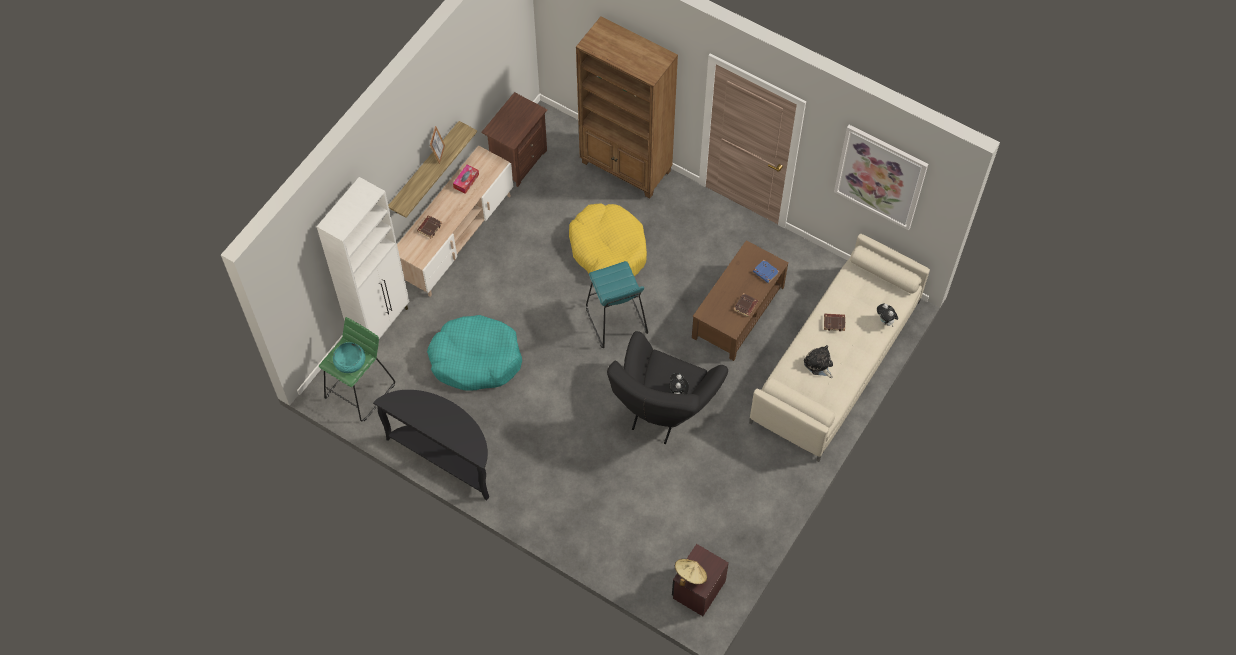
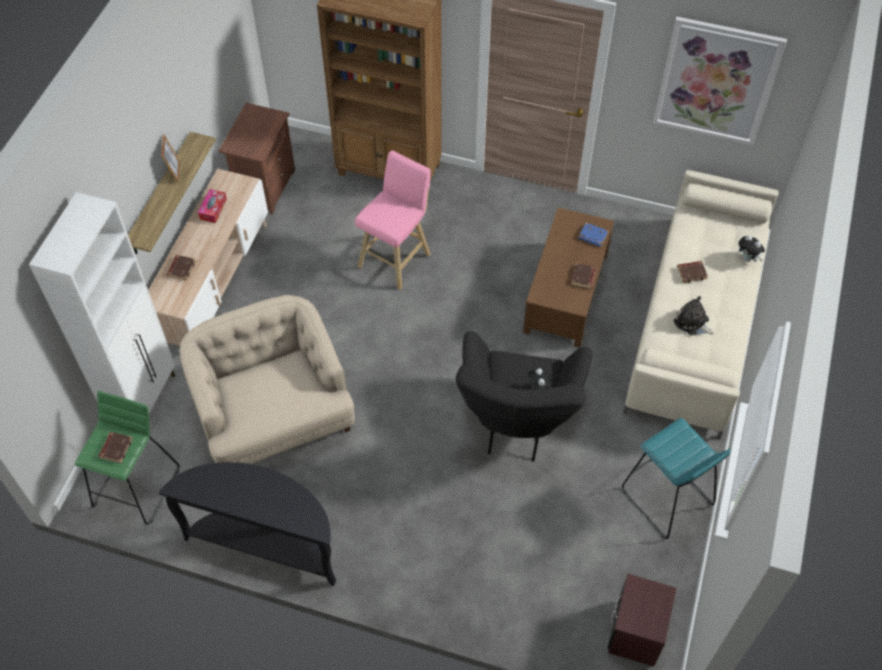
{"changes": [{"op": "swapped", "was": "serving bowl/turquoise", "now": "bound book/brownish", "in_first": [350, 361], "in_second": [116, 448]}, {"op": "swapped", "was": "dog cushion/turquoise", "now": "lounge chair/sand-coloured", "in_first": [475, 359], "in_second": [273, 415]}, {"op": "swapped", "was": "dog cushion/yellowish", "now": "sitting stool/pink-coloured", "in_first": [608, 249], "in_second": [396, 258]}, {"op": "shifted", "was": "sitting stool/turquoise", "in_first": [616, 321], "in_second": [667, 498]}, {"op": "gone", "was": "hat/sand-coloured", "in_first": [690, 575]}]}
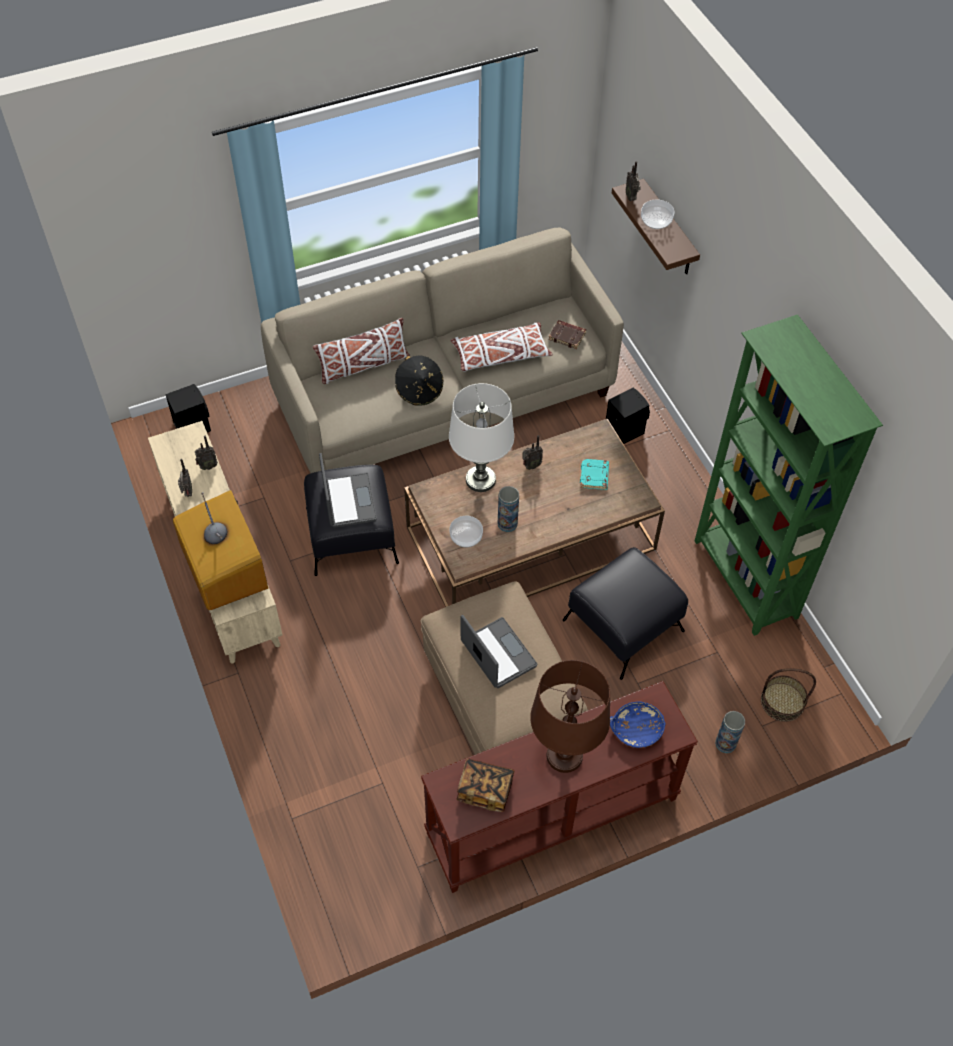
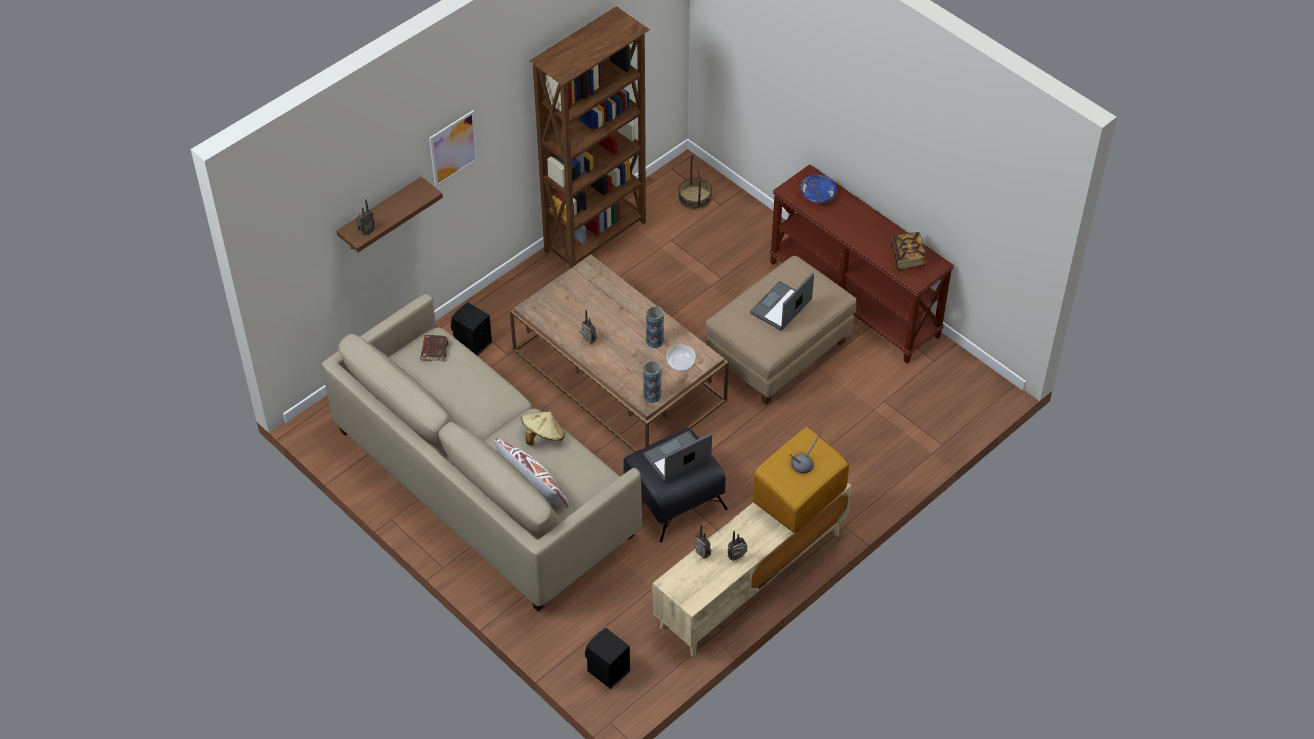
{"changes": [{"op": "new", "now": "wall art", "in_second": [453, 148]}, {"op": "repainted", "was": "hat/black-coloured", "now": "hat/sand-coloured", "in_first": [419, 390], "in_second": [543, 436]}, {"op": "repainted", "was": "bookcase/green-coloured", "now": "bookcase/brownish", "in_first": [744, 580], "in_second": [596, 237]}, {"op": "shifted", "was": "vase", "in_first": [725, 743], "in_second": [652, 396]}, {"op": "gone", "was": "lamp for a table/white-coloured", "in_first": [480, 480]}, {"op": "gone", "was": "pillow/white-coloured", "in_first": [500, 355]}, {"op": "gone", "was": "lamp for a table/brownish", "in_first": [564, 756]}, {"op": "gone", "was": "footrest/black-coloured", "in_first": [622, 625]}, {"op": "gone", "was": "bound book/turquoise", "in_first": [594, 476]}, {"op": "gone", "was": "serving bowl", "in_first": [656, 221]}]}
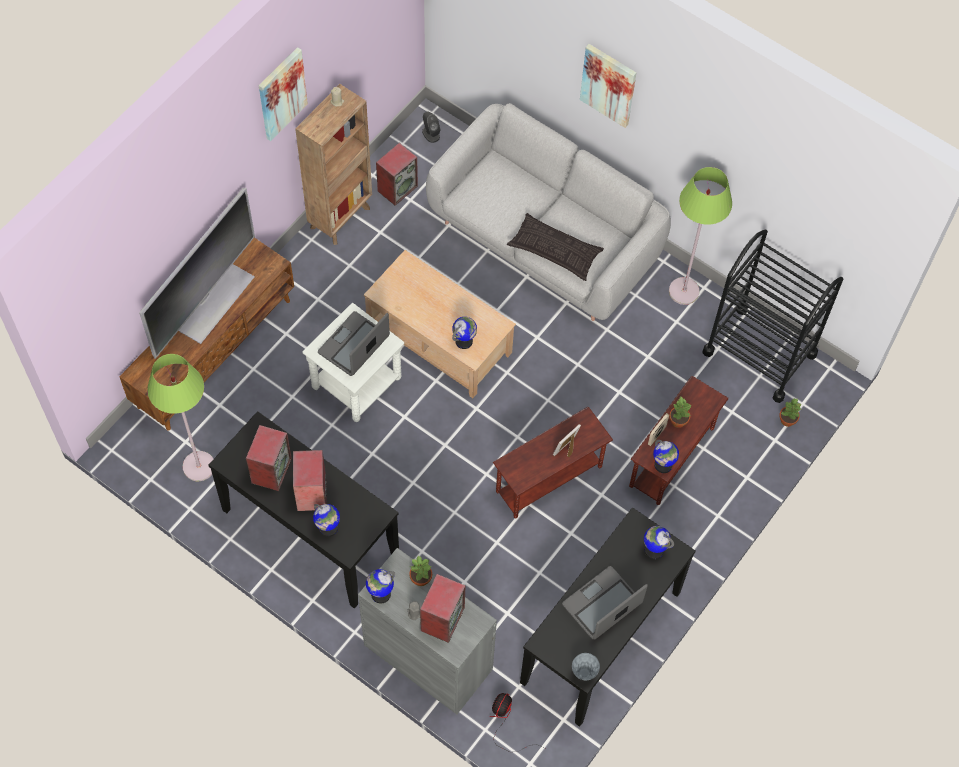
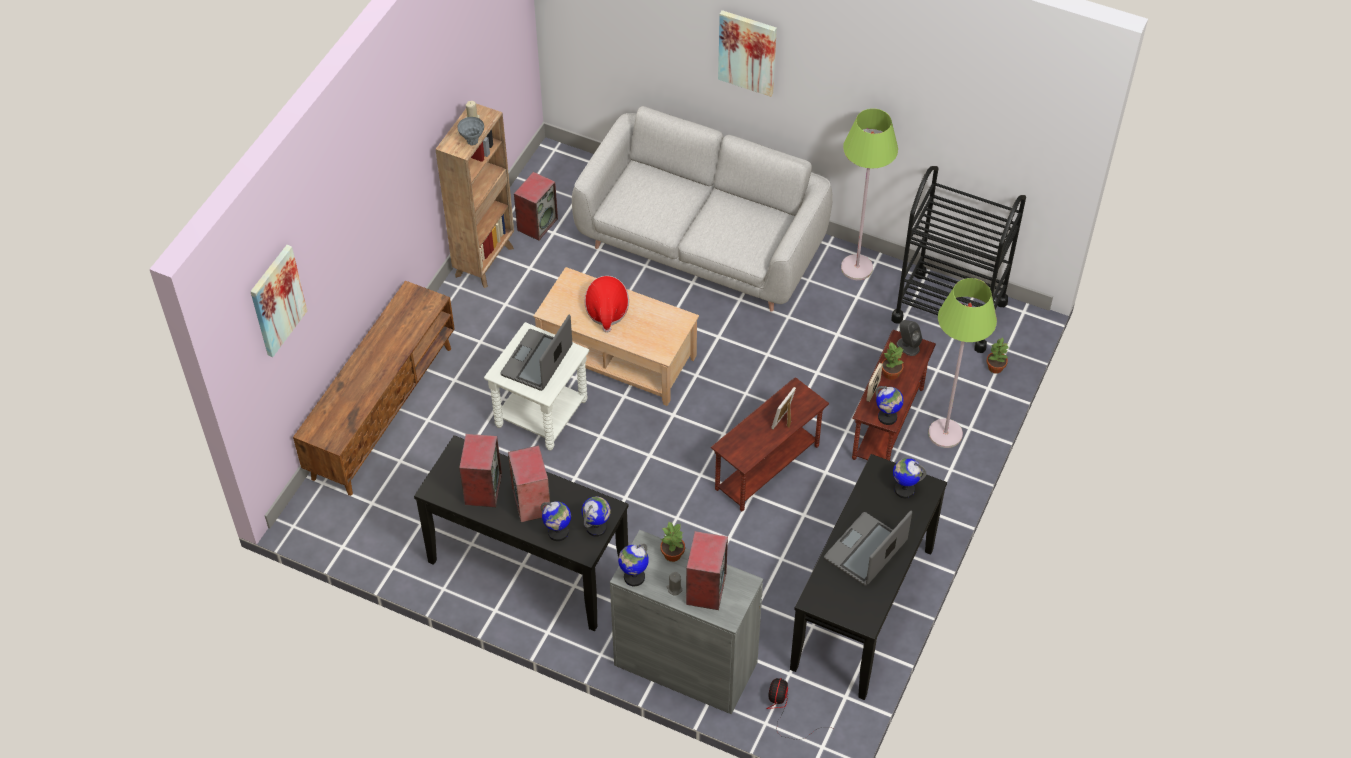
{"changes": [{"op": "shifted", "was": "wall art", "in_first": [281, 93], "in_second": [277, 300]}, {"op": "shifted", "was": "vase/grey", "in_first": [584, 673], "in_second": [472, 142]}, {"op": "shifted", "was": "desk globe", "in_first": [464, 341], "in_second": [596, 527]}, {"op": "new", "now": "hat", "in_second": [607, 311]}, {"op": "shifted", "was": "speaker/grey", "in_first": [430, 134], "in_second": [907, 346]}, {"op": "shifted", "was": "standing lamp/green-coloured", "in_first": [198, 466], "in_second": [945, 434]}, {"op": "gone", "was": "television", "in_first": [214, 302]}, {"op": "gone", "was": "pillow", "in_first": [555, 250]}]}
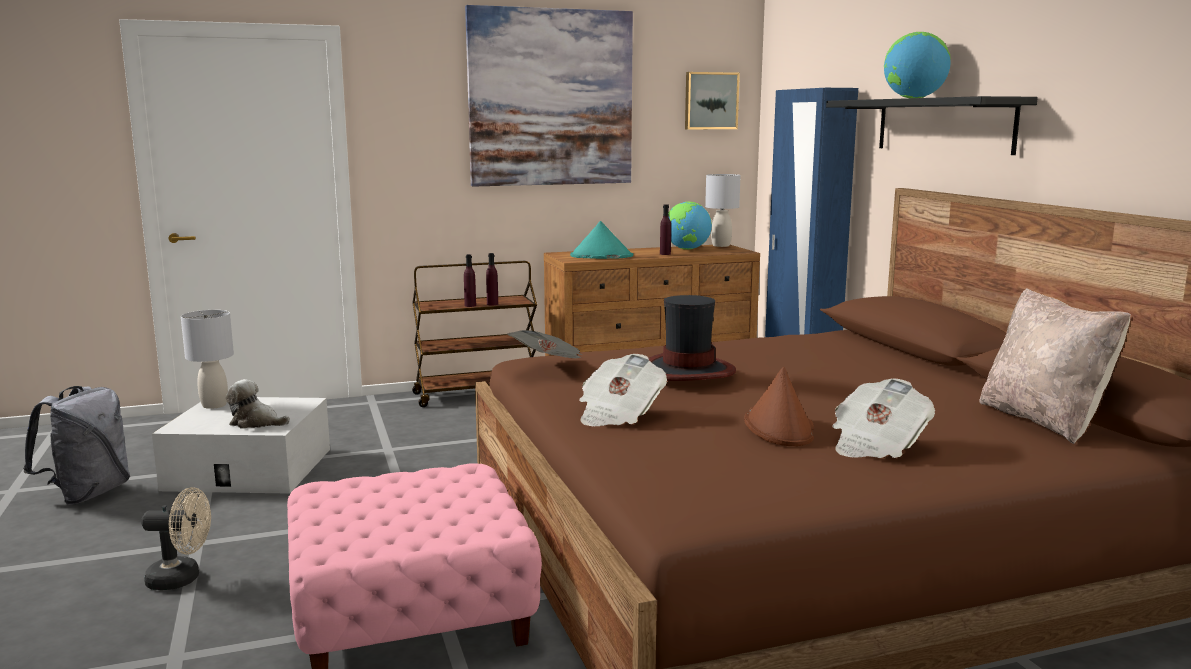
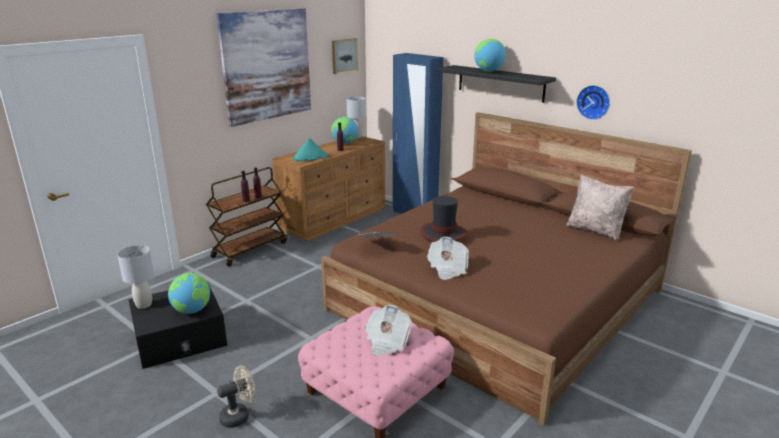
{"changes": [{"op": "repainted", "was": "storage box/white-coloured", "now": "storage box/black-coloured", "in_first": [249, 469], "in_second": [180, 337]}, {"op": "swapped", "was": "cuddly toy", "now": "desk globe", "in_first": [256, 423], "in_second": [192, 310]}, {"op": "shifted", "was": "newspaper", "in_first": [876, 445], "in_second": [387, 342]}, {"op": "new", "now": "hanging clock", "in_second": [594, 102]}, {"op": "gone", "was": "knapsack/grey", "in_first": [88, 494]}, {"op": "gone", "was": "hat/brownish", "in_first": [779, 427]}]}
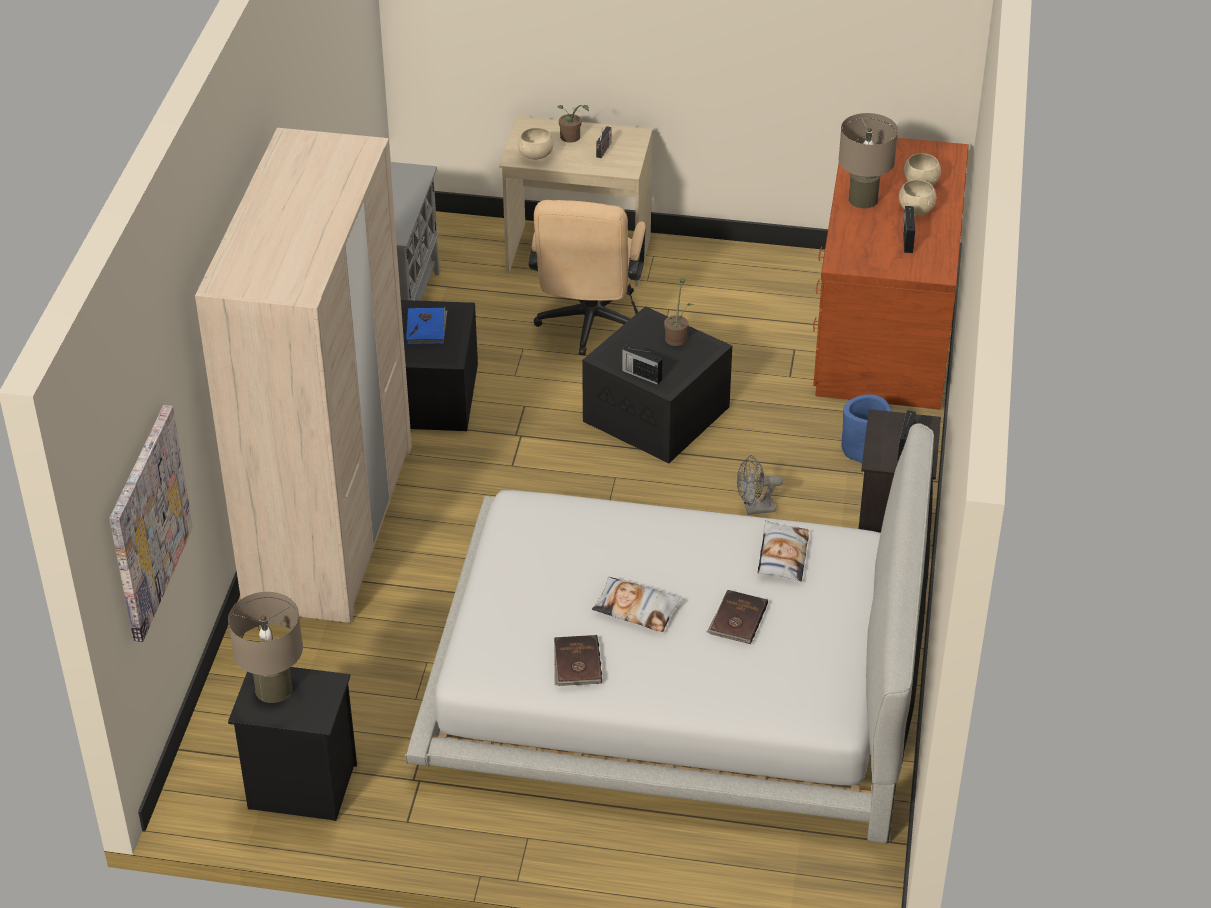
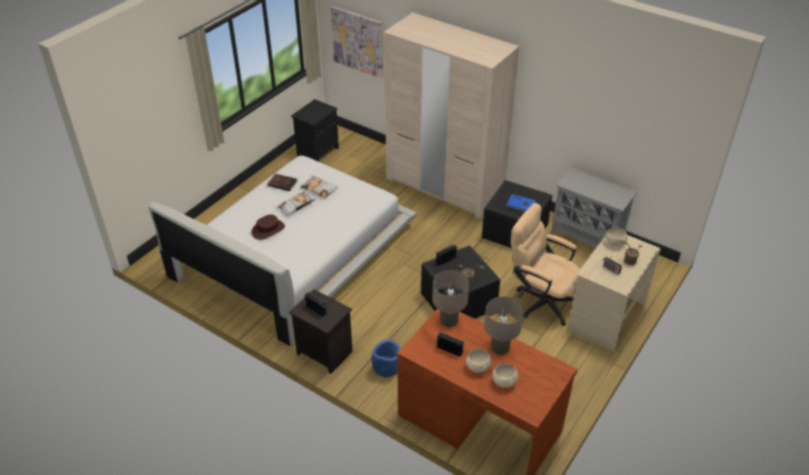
{"changes": [{"op": "swapped", "was": "bound book/brownish", "now": "hat/brownish", "in_first": [737, 619], "in_second": [268, 229]}, {"op": "shifted", "was": "pillow", "in_first": [782, 556], "in_second": [319, 189]}, {"op": "shifted", "was": "lamp for a table/sand-coloured", "in_first": [273, 689], "in_second": [449, 320]}, {"op": "gone", "was": "electric fan/grey", "in_first": [754, 509]}]}
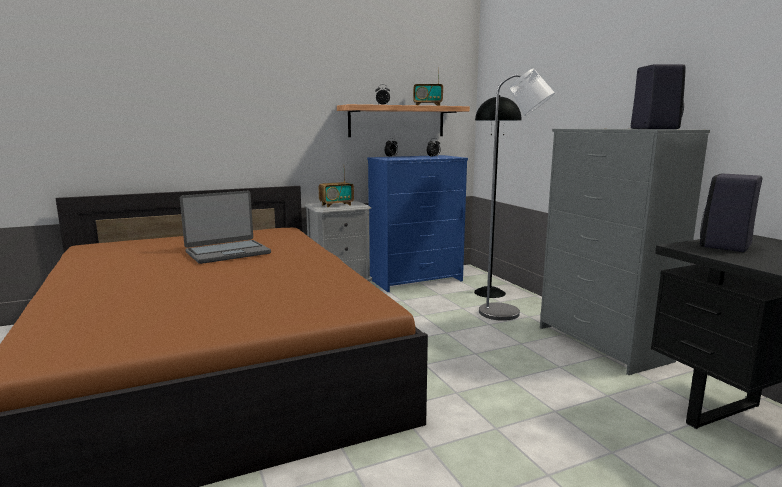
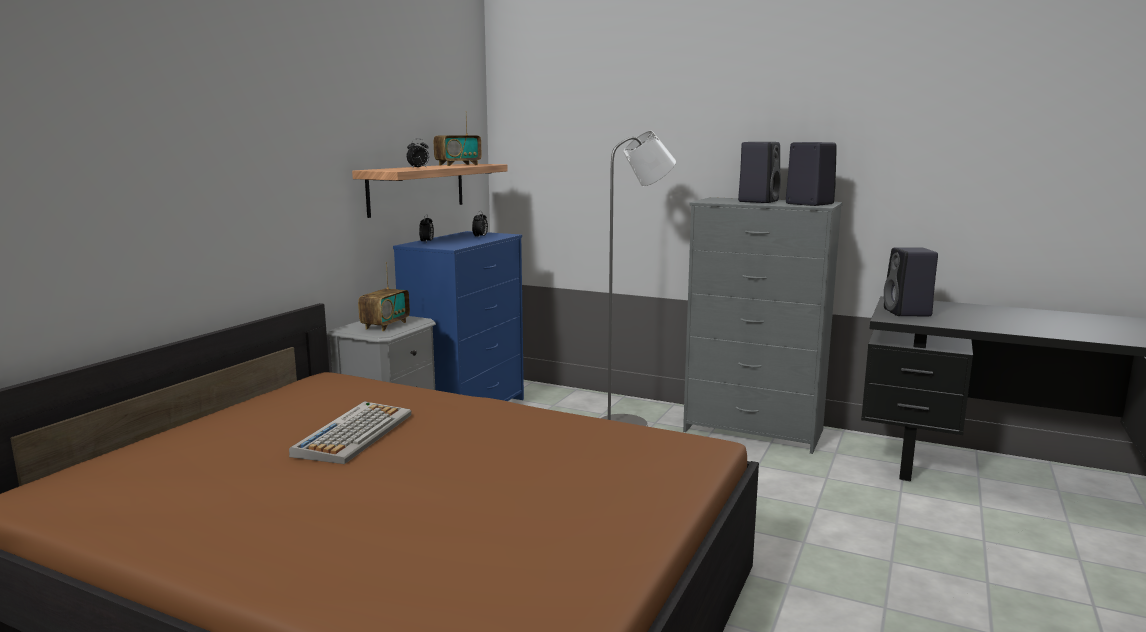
{"changes": [{"op": "swapped", "was": "notebook computer", "now": "computer keyboard", "in_first": [227, 252], "in_second": [354, 434]}, {"op": "new", "now": "speaker/black-coloured", "in_second": [758, 201]}, {"op": "gone", "was": "standing lamp/black-coloured", "in_first": [490, 292]}]}
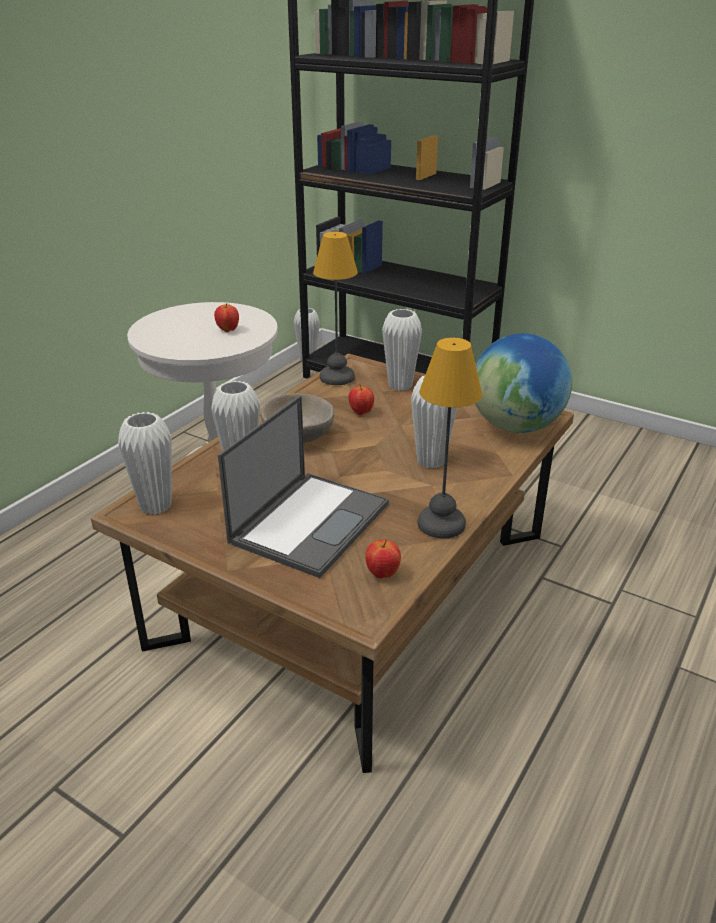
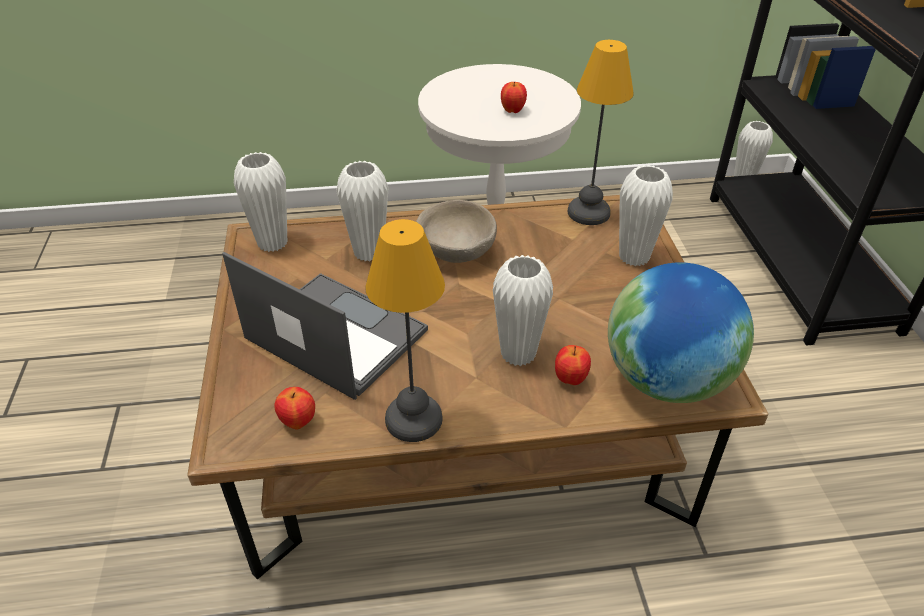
{"changes": [{"op": "rotated", "was": "notebook computer", "in_first": [310, 521], "in_second": [334, 334], "clockwise": -135}, {"op": "shifted", "was": "apple", "in_first": [361, 412], "in_second": [570, 379]}]}
